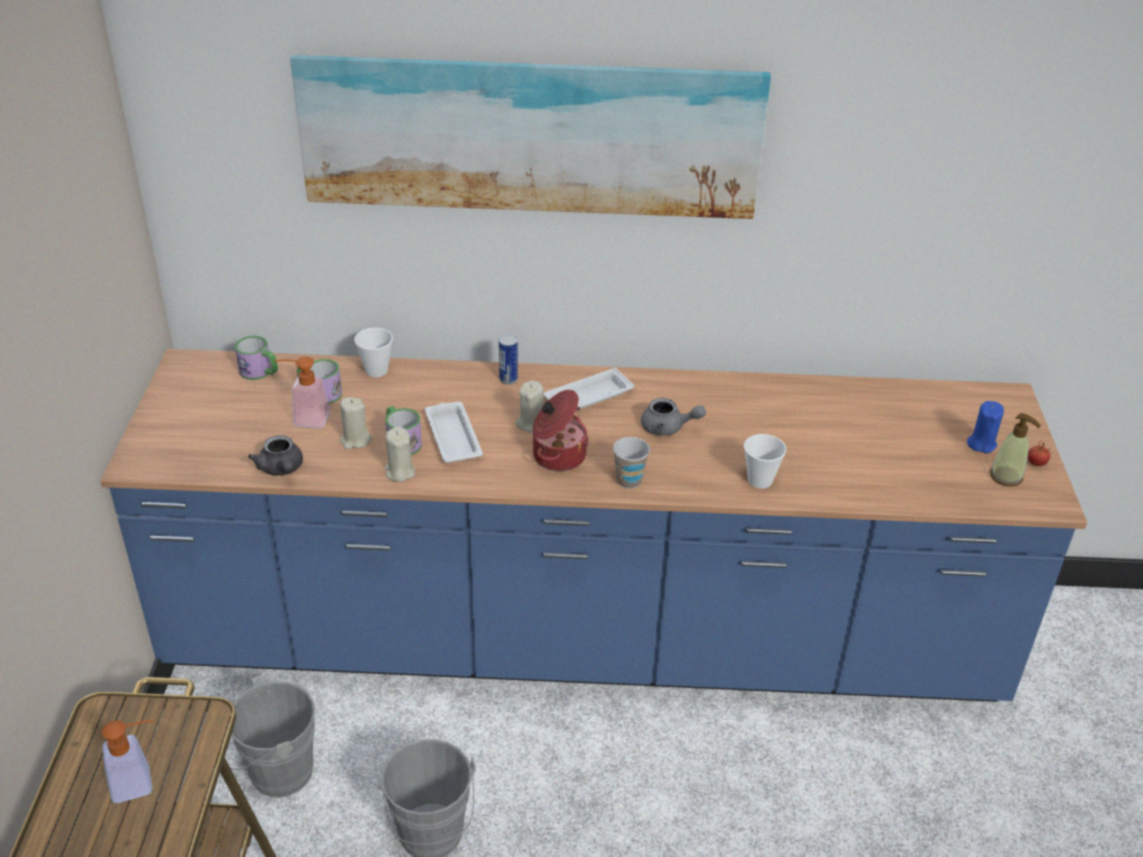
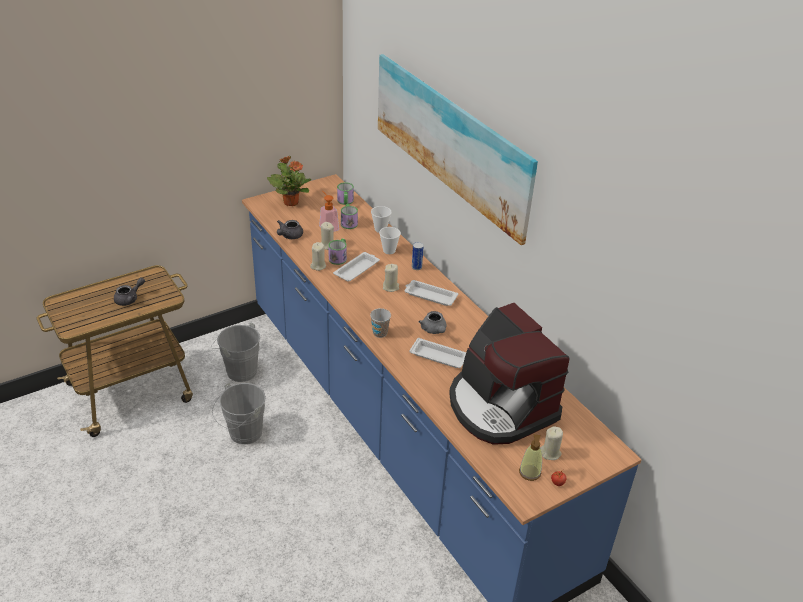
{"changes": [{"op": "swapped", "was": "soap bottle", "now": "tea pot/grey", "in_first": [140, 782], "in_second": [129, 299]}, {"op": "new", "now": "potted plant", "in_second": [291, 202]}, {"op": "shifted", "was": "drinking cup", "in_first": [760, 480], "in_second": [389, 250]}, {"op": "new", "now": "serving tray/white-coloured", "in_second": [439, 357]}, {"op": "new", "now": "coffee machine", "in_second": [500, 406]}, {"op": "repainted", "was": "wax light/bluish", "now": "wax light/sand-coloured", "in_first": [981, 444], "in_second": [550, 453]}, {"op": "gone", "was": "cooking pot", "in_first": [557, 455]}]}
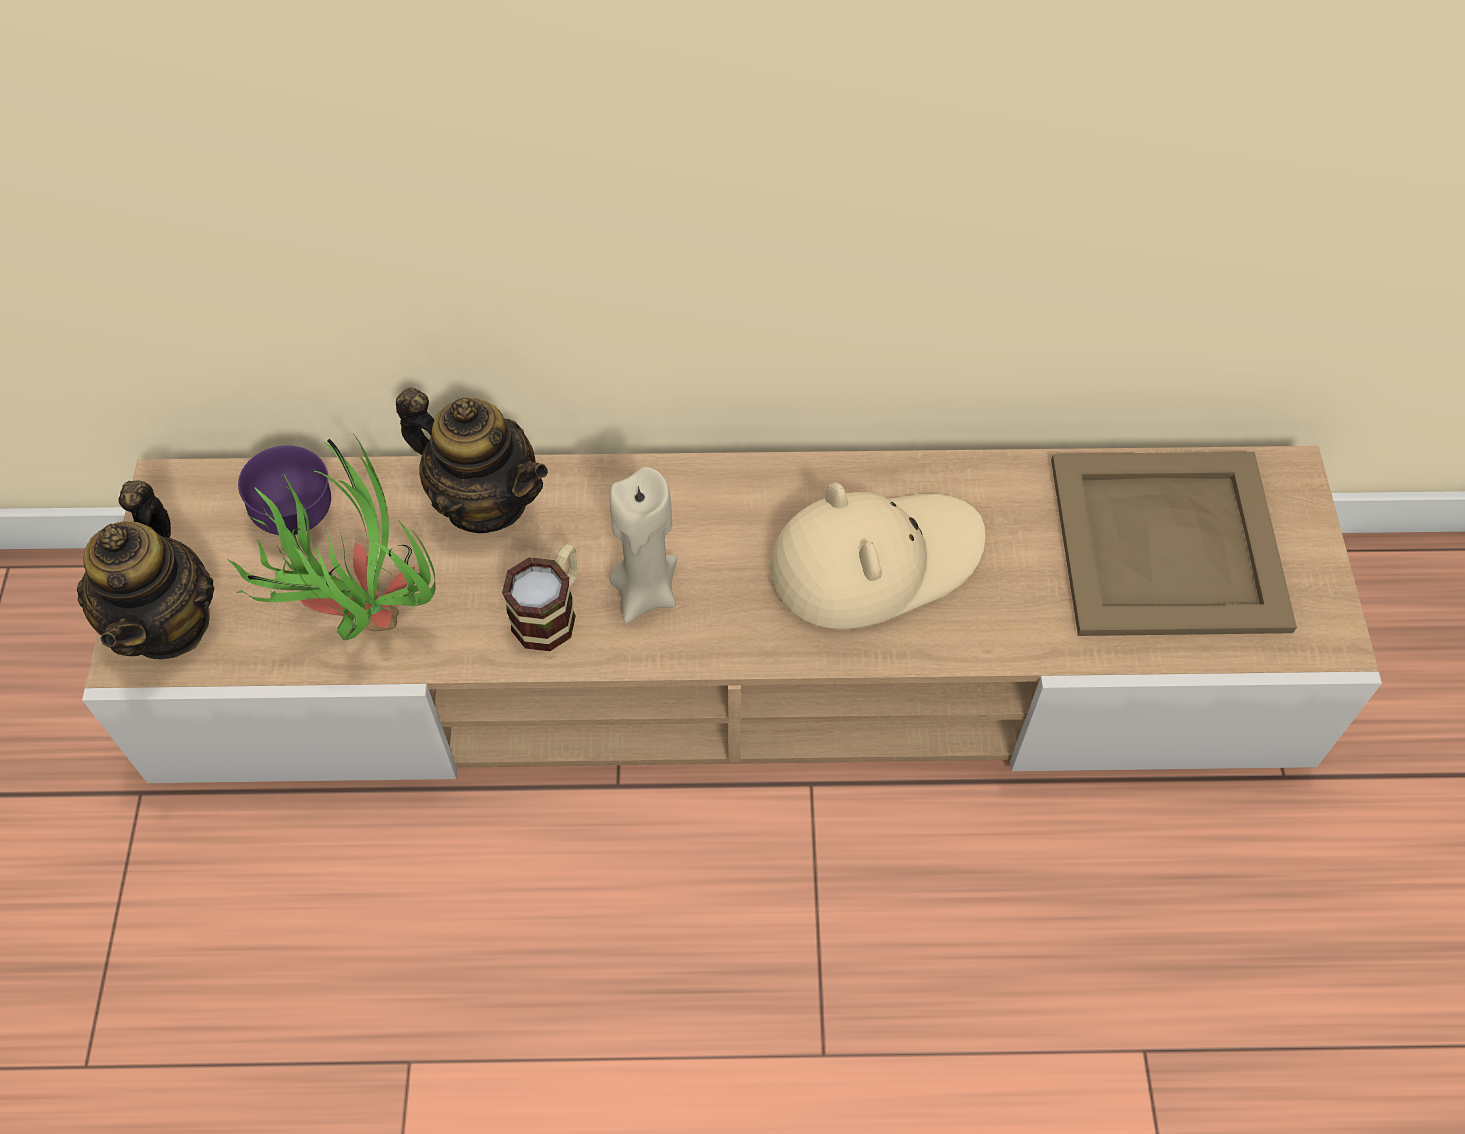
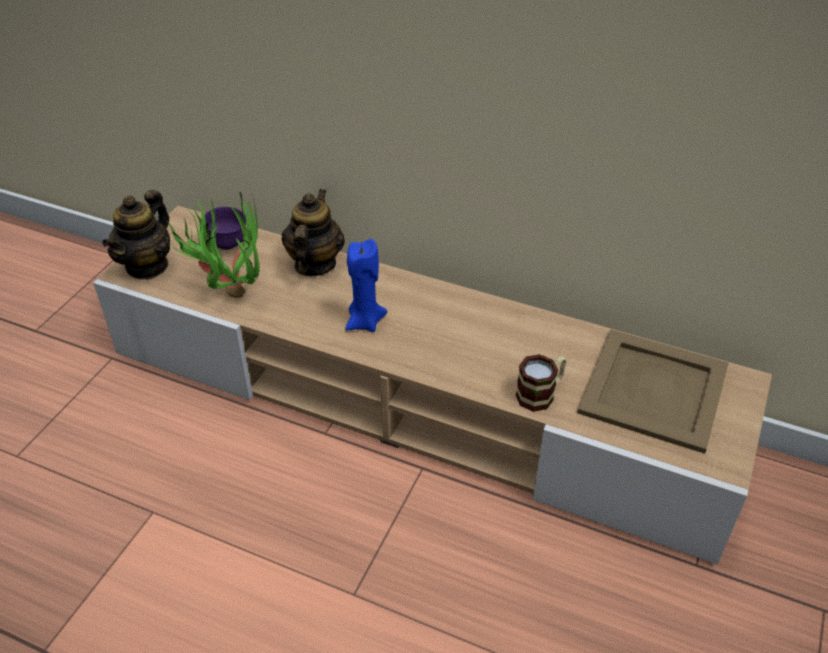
{"changes": [{"op": "rotated", "was": "tea pot", "in_first": [485, 501], "in_second": [314, 264], "clockwise": -135}, {"op": "repainted", "was": "wax light/sand-coloured", "now": "wax light/bluish", "in_first": [645, 591], "in_second": [364, 322]}, {"op": "shifted", "was": "tea mug", "in_first": [551, 612], "in_second": [541, 393]}, {"op": "gone", "was": "hat/sand-coloured", "in_first": [874, 561]}]}
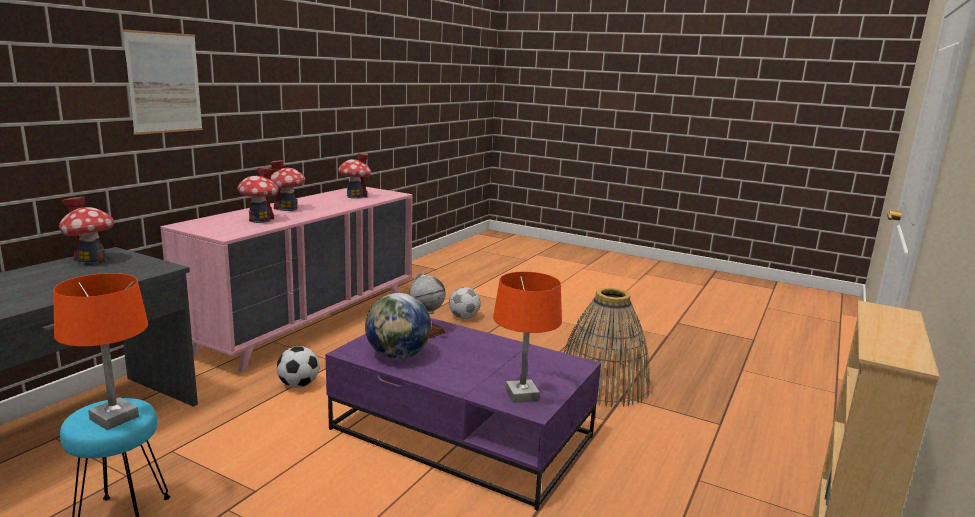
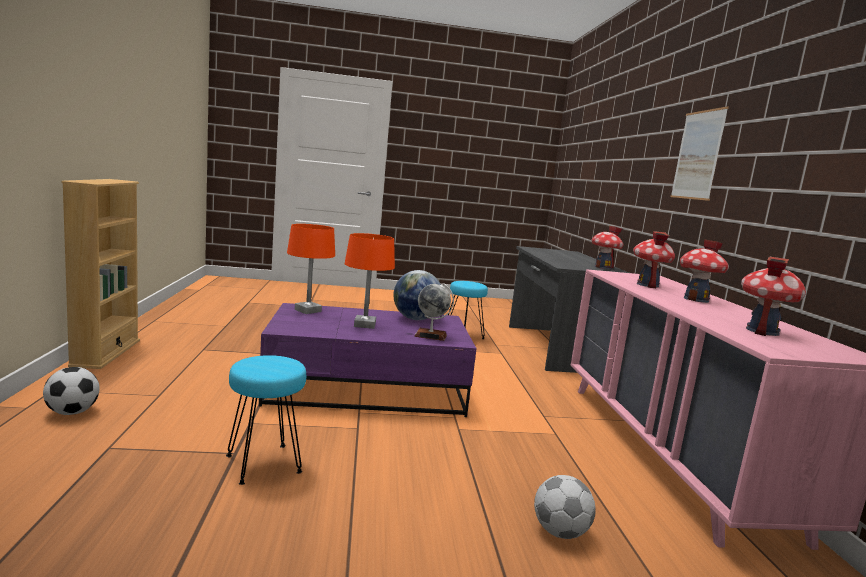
{"changes": [{"op": "shifted", "was": "football ball", "in_first": [298, 385], "in_second": [72, 412]}, {"op": "swapped", "was": "basket", "now": "sitting stool/turquoise", "in_first": [603, 384], "in_second": [265, 464]}, {"op": "shifted", "was": "lamp for a table/orangey", "in_first": [114, 418], "in_second": [365, 325]}]}
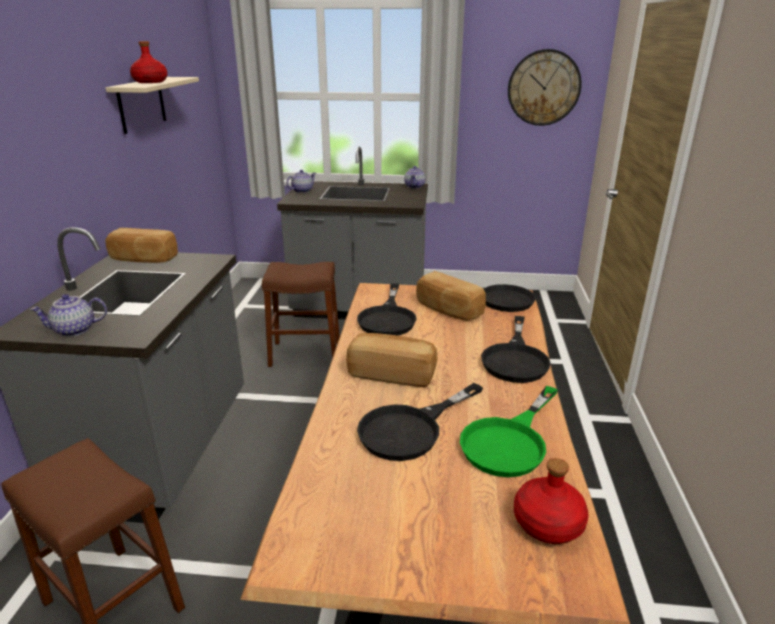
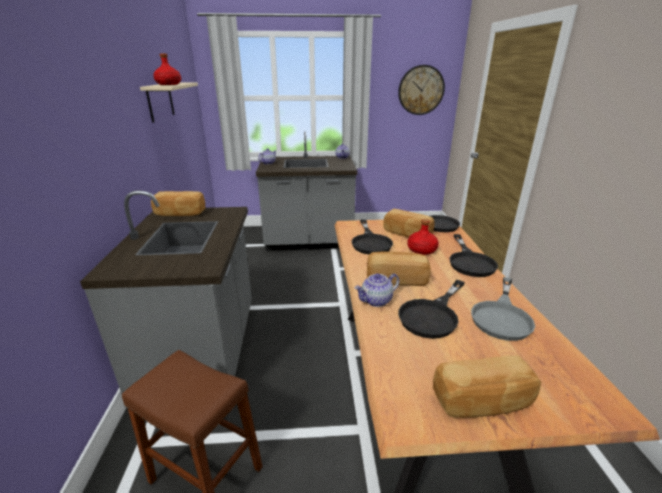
{"changes": [{"op": "shifted", "was": "tea pot", "in_first": [74, 330], "in_second": [376, 301]}, {"op": "shifted", "was": "bottle/red-coloured", "in_first": [547, 523], "in_second": [421, 250]}, {"op": "new", "now": "bread", "in_second": [482, 402]}, {"op": "repainted", "was": "pan/green-coloured", "now": "pan/grey", "in_first": [509, 441], "in_second": [502, 316]}, {"op": "gone", "was": "sitting stool/brownish", "in_first": [305, 354]}]}
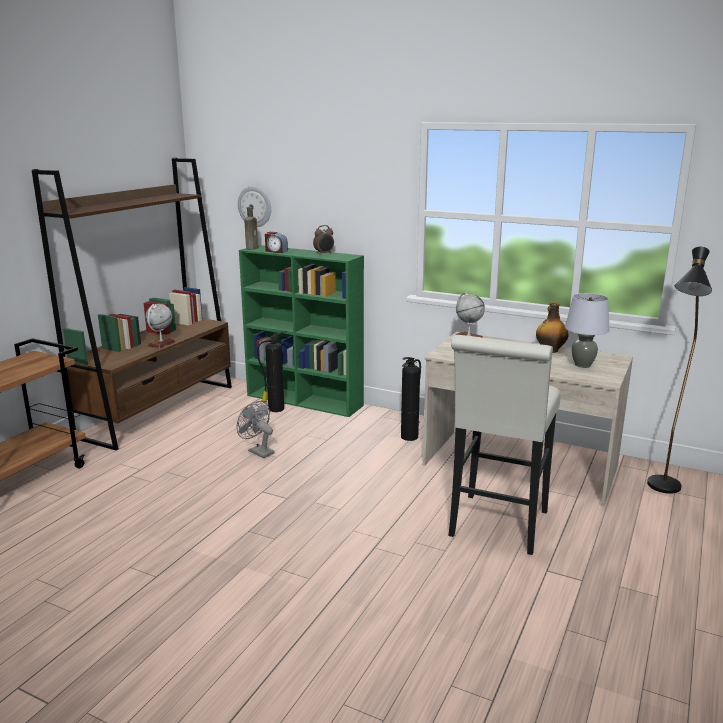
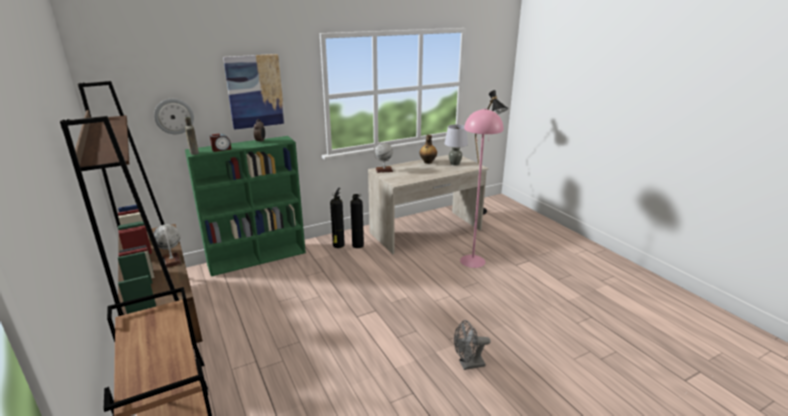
{"changes": [{"op": "new", "now": "wall art", "in_second": [255, 91]}, {"op": "shifted", "was": "extinguisher", "in_first": [275, 409], "in_second": [338, 245]}, {"op": "shifted", "was": "electric fan/grey", "in_first": [258, 451], "in_second": [468, 364]}, {"op": "swapped", "was": "sitting stool/white-coloured", "now": "standing lamp/pink-coloured", "in_first": [496, 527], "in_second": [472, 261]}]}
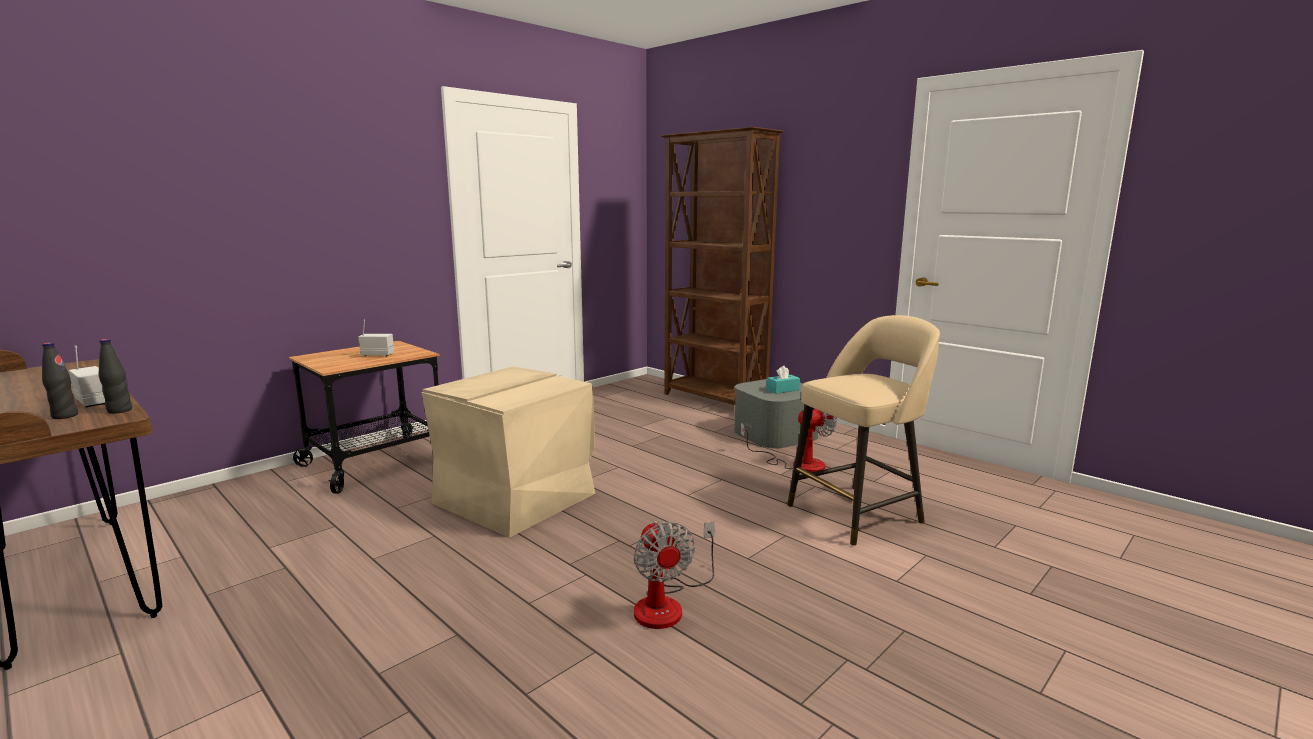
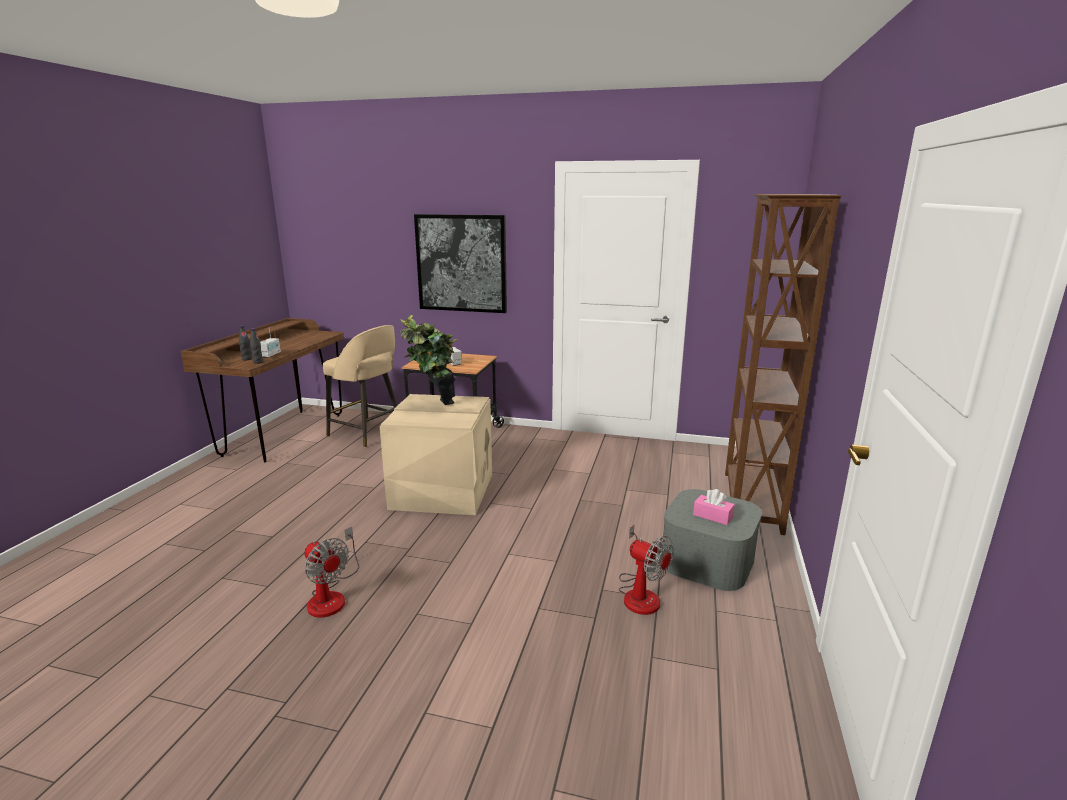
{"changes": [{"op": "rotated", "was": "electric fan", "in_first": [668, 604], "in_second": [331, 596], "clockwise": -90}, {"op": "shifted", "was": "sitting stool/sand-coloured", "in_first": [857, 513], "in_second": [367, 433]}, {"op": "new", "now": "potted plant", "in_second": [433, 406]}, {"op": "new", "now": "wall art", "in_second": [461, 263]}, {"op": "repainted", "was": "tissue box/turquoise", "now": "tissue box/pink-coloured", "in_first": [783, 390], "in_second": [713, 516]}]}
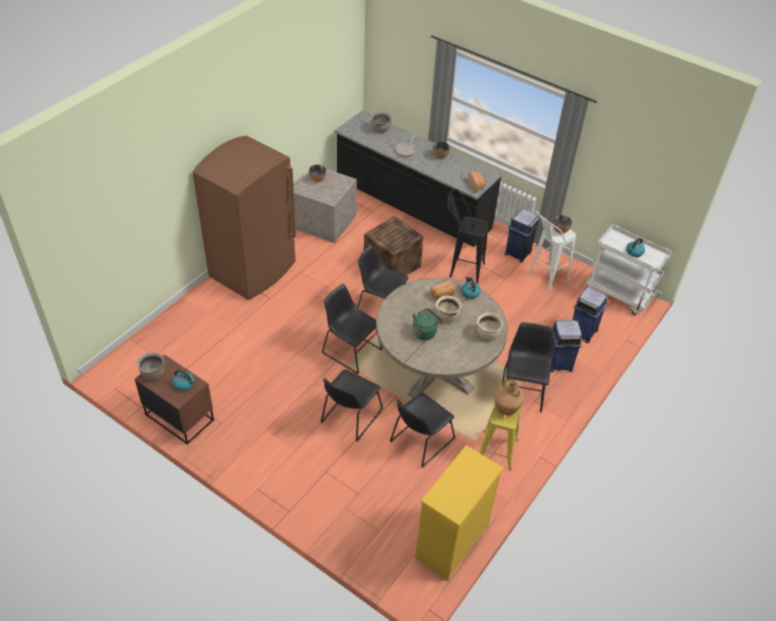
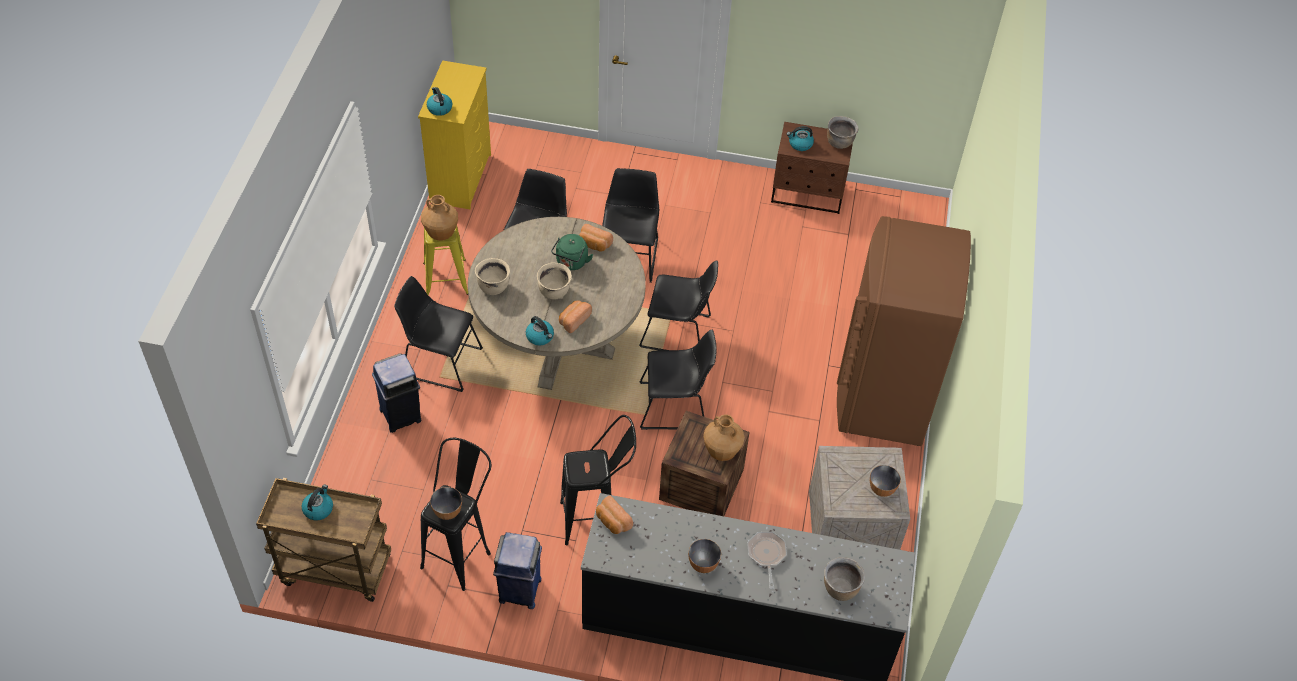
{"changes": [{"op": "repainted", "was": "wheeled cart/white-coloured", "now": "wheeled cart/brownish", "in_first": [619, 294], "in_second": [333, 570]}, {"op": "rotated", "was": "chair/black-coloured", "in_first": [522, 388], "in_second": [439, 361], "clockwise": 120}, {"op": "repainted", "was": "sitting stool/white-coloured", "now": "sitting stool/black-coloured", "in_first": [544, 279], "in_second": [461, 552]}, {"op": "new", "now": "kettle", "in_second": [439, 108]}, {"op": "new", "now": "bread", "in_second": [594, 244]}, {"op": "new", "now": "vase/brownish", "in_second": [721, 452]}, {"op": "gone", "was": "rubbish bin/bluish", "in_first": [582, 331]}]}
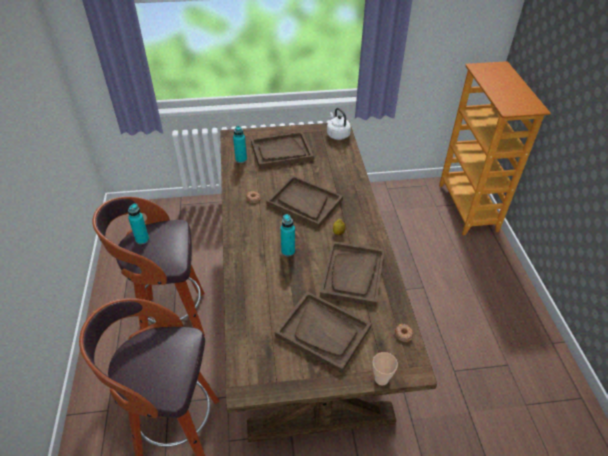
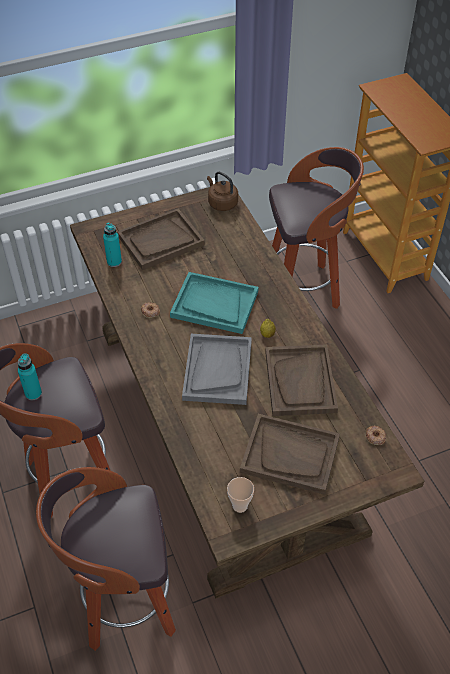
{"changes": [{"op": "repainted", "was": "serving tray/brownish", "now": "serving tray/turquoise", "in_first": [304, 203], "in_second": [214, 304]}, {"op": "swapped", "was": "bottle/turquoise", "now": "serving tray/grey", "in_first": [288, 251], "in_second": [217, 370]}, {"op": "repainted", "was": "kettle/white-coloured", "now": "kettle/brownish", "in_first": [337, 134], "in_second": [221, 203]}, {"op": "shifted", "was": "drinking cup", "in_first": [381, 379], "in_second": [240, 506]}, {"op": "new", "now": "sitting stool", "in_second": [304, 290]}]}
